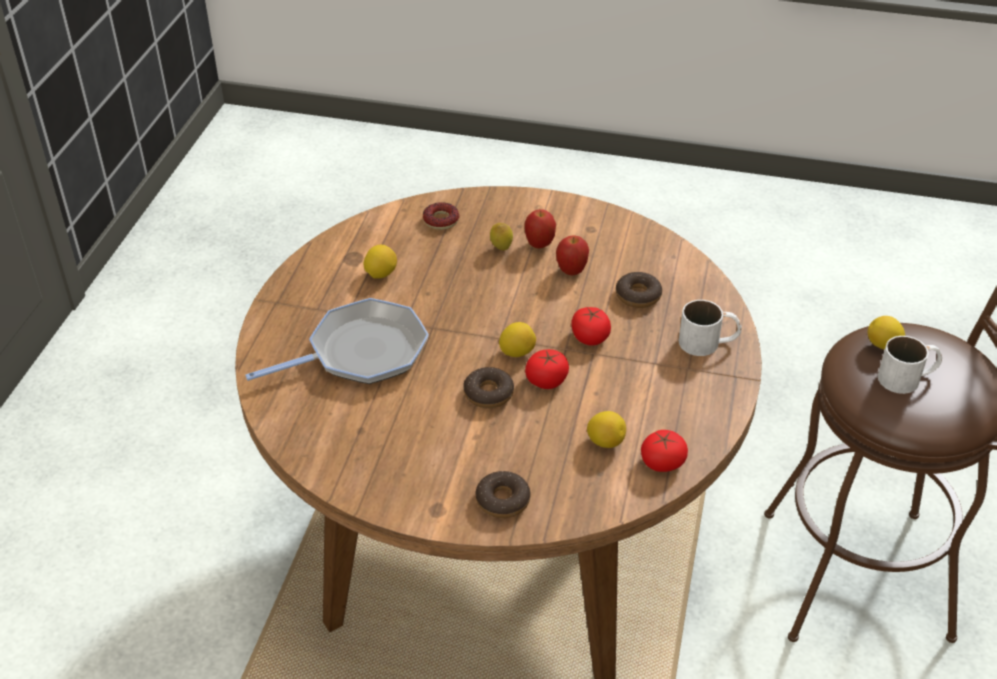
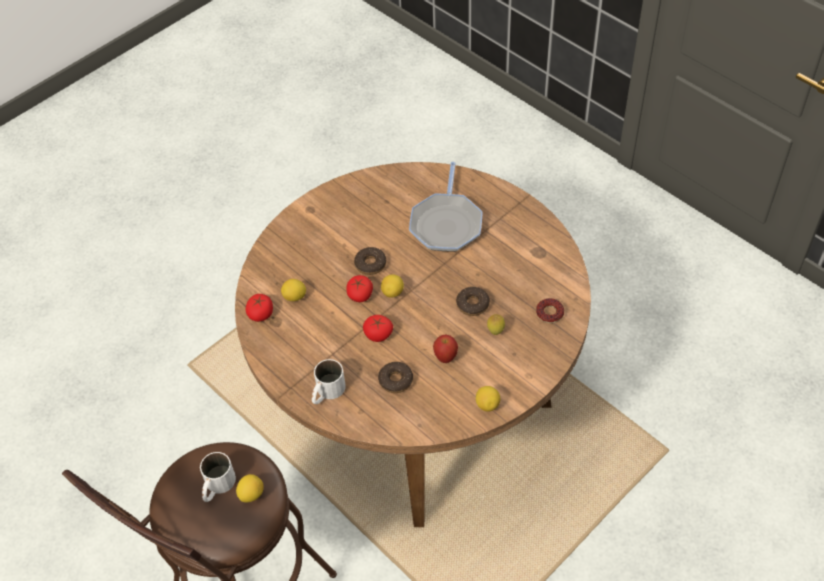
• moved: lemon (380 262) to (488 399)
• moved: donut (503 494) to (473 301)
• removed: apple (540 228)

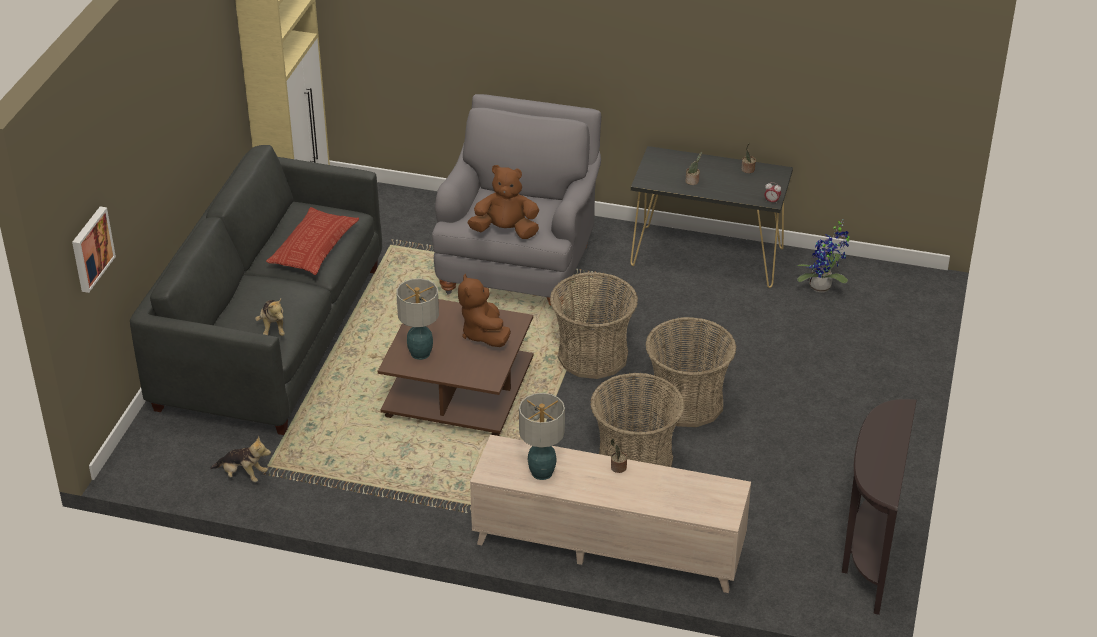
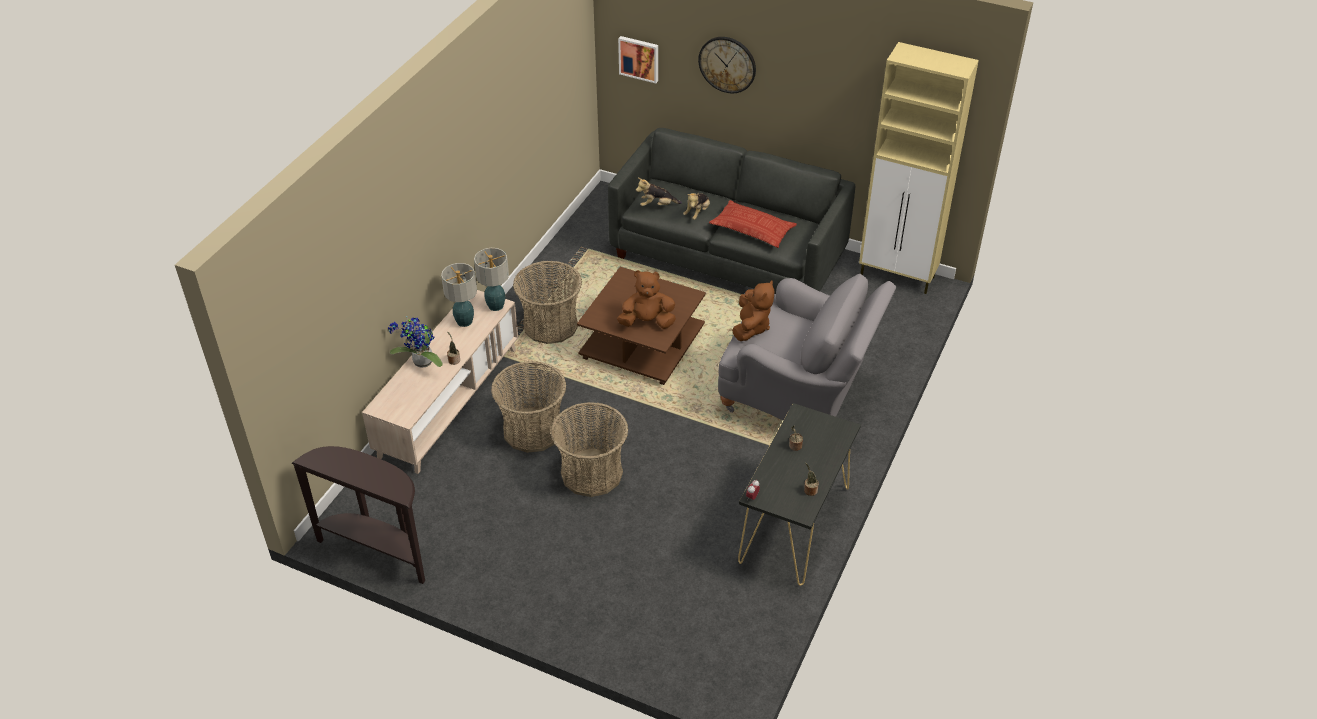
• moved: plush toy (240 459) to (696 206)
• moved: table lamp (417 319) to (491 279)
• moved: basket (594 325) to (547 302)
• moved: potted plant (823 256) to (415 342)
• added: wall clock (727 65)

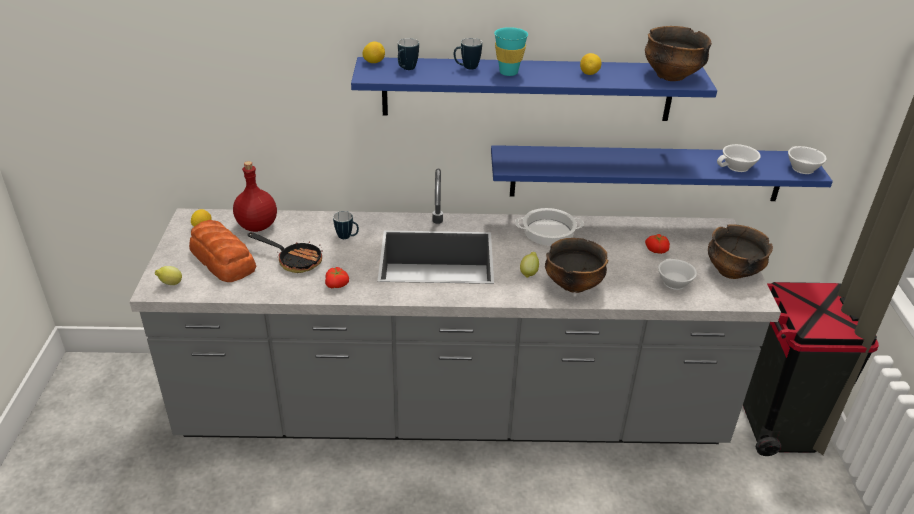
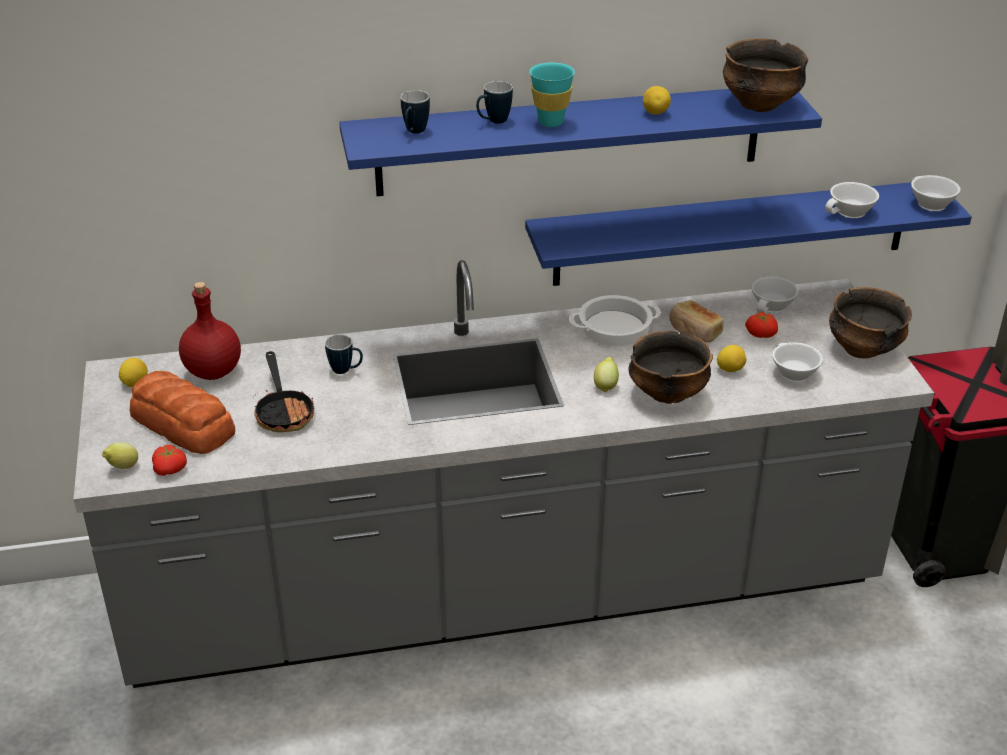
• turned: frying pan (285 252) = (284 391) 60 degrees clockwise
• moved: tomato (337 277) to (169 460)
• moved: lemon (373 52) to (731 358)
• added: bread (697 321)
• added: white cup (775 295)

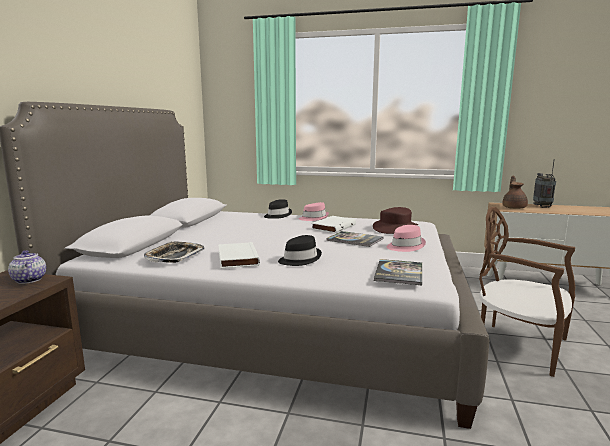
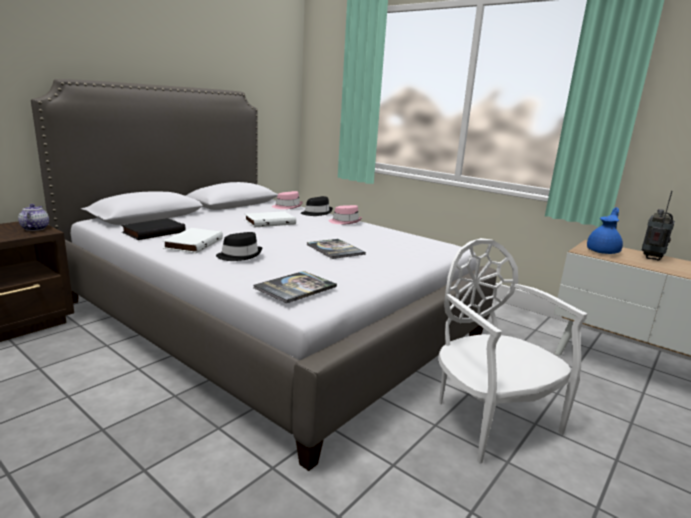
• replaced: tray (174 252) to black book (153 229)
• moved: white book (333 224) to (270 219)
• removed: brown hat (395 220)
• moved: pink hat (406 238) to (287 200)
• recoloured: brown chair (527 292) to white chair (512 351)
• recoloured: brown teapot (515 192) to blue teapot (605 230)

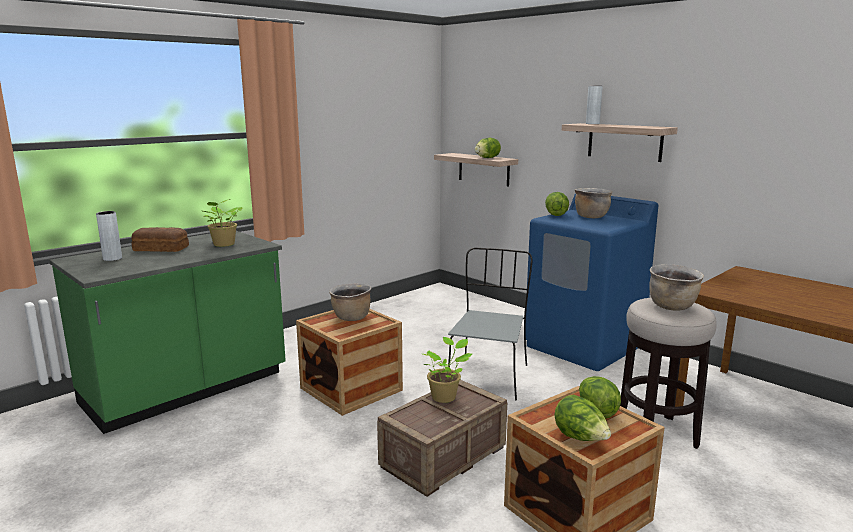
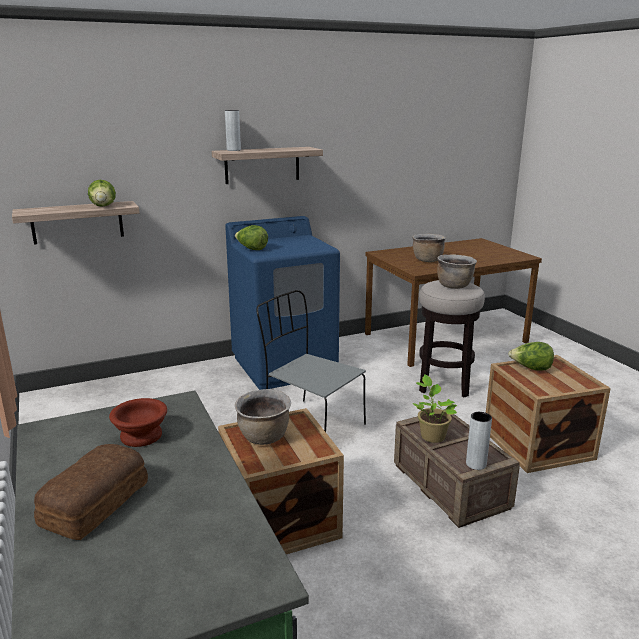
• moved: grey vase (109 236) to (479 441)
• replaced: potted plant (222 223) to brown bowl (138 422)
• removed: lettuce (582 417)
• moved: brown cooking pot (593 203) to (429 248)

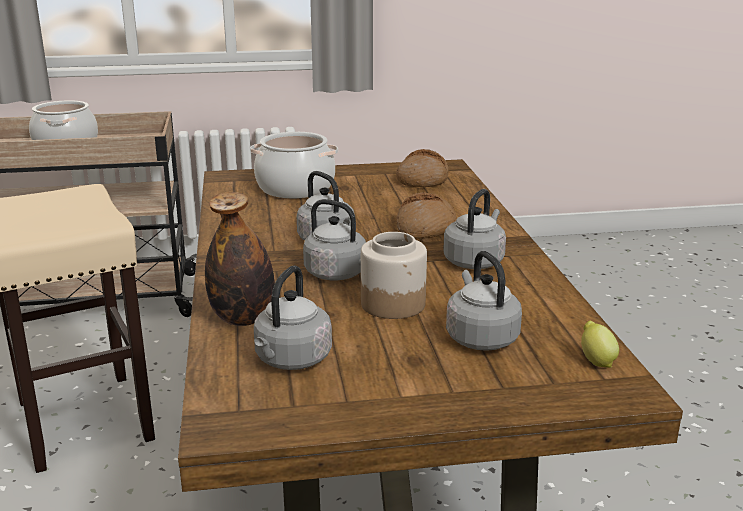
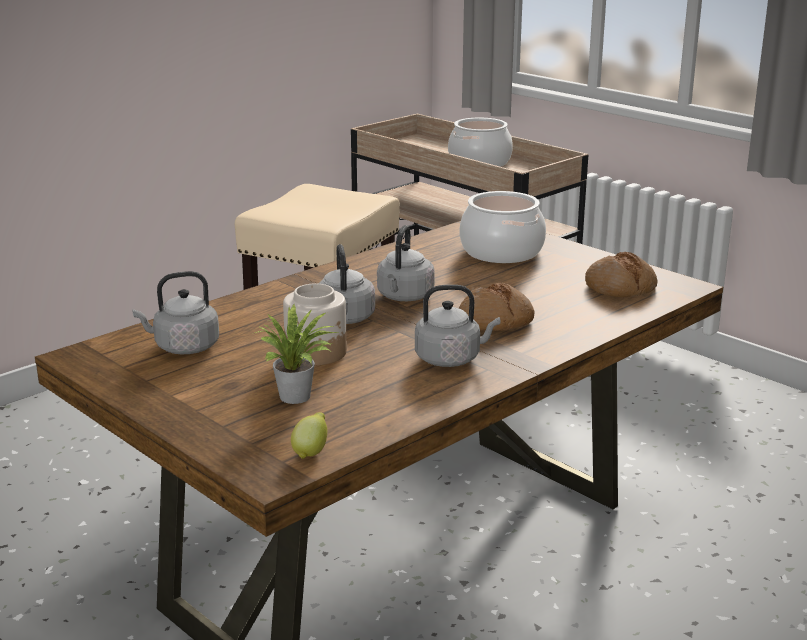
• removed: bottle (240 259)
• replaced: grey kettle (484 301) to potted plant (297 354)

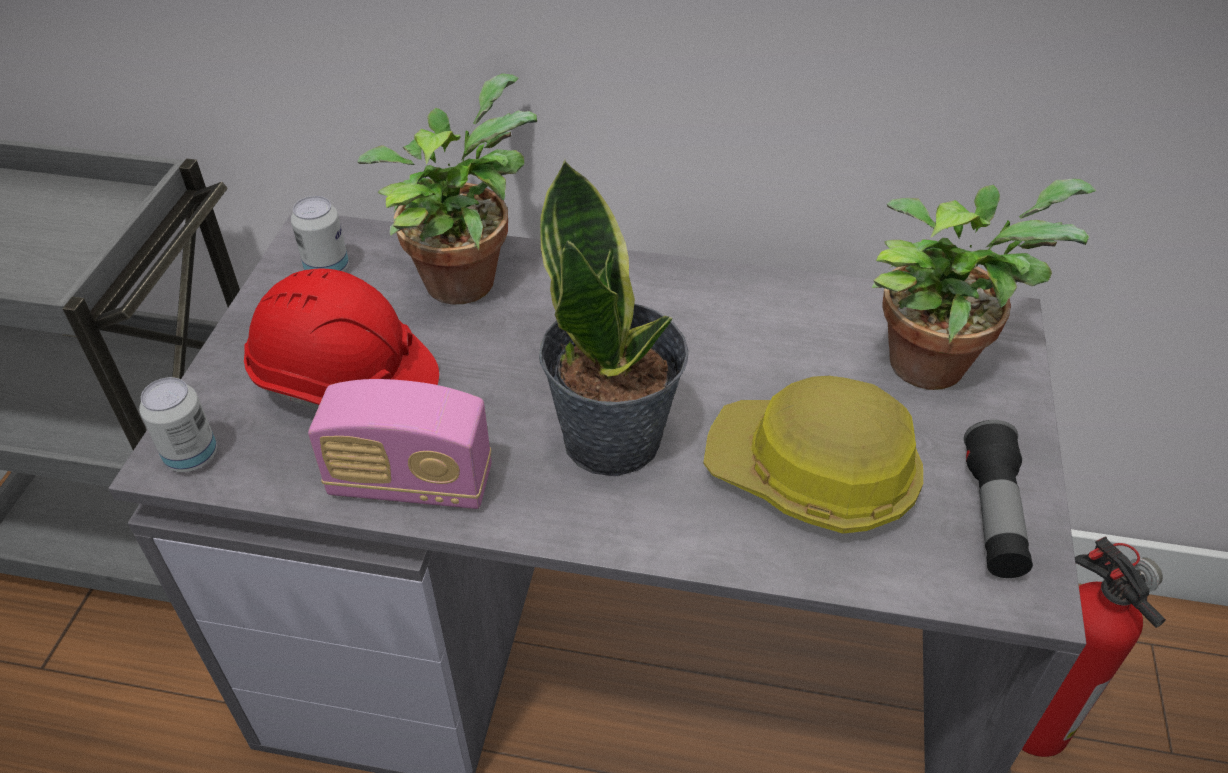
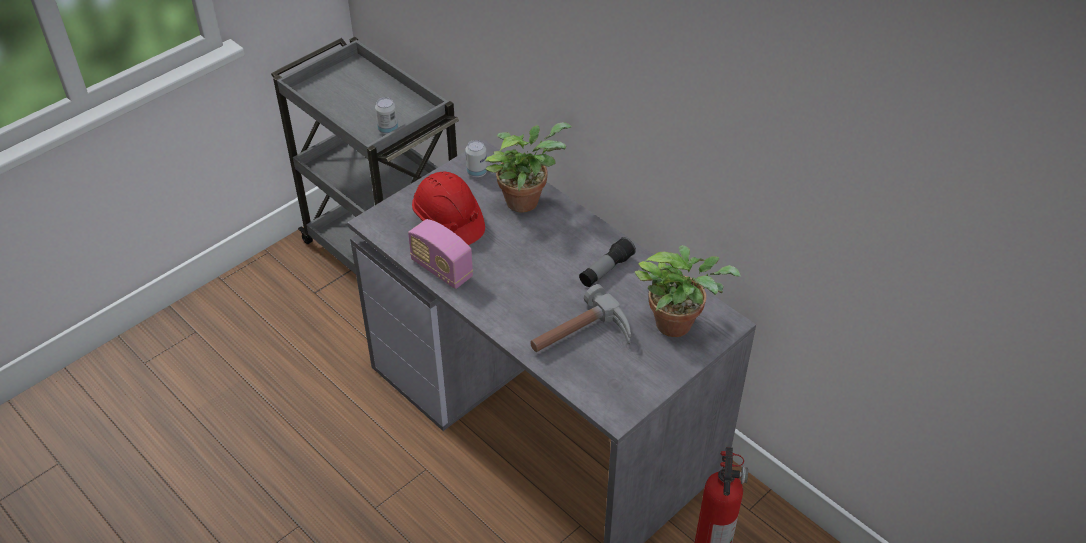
• moved: can (178 424) to (386 115)
• removed: potted plant (614 317)
• replaced: hard hat (813 454) to hammer (580 318)
• moved: flashlight (998 499) to (607 262)

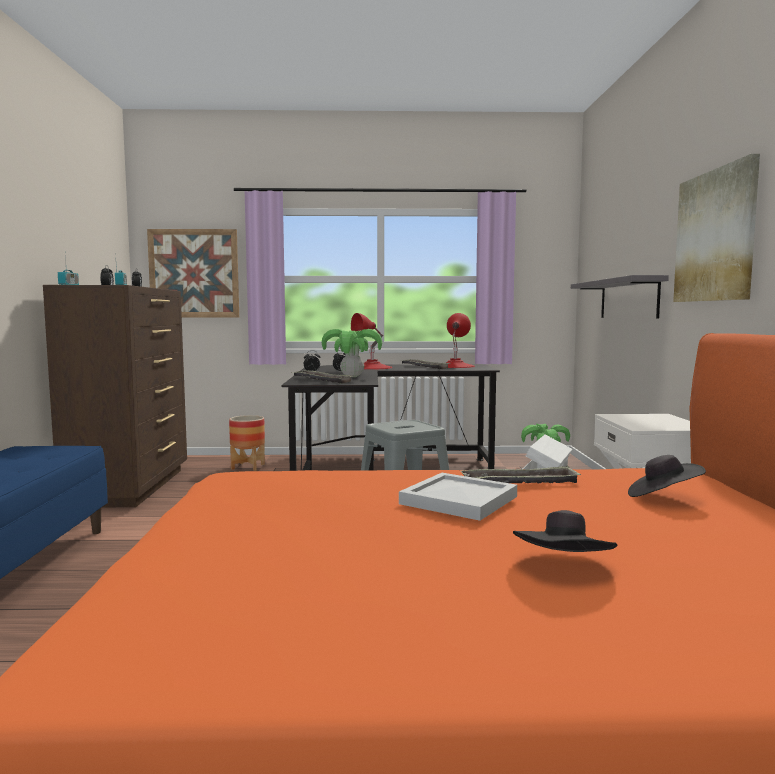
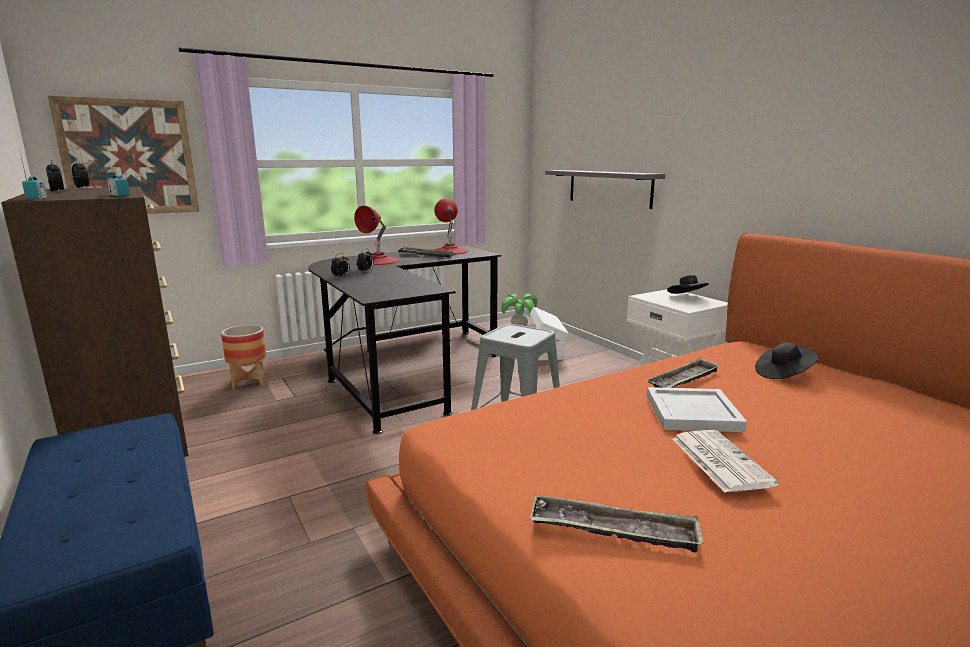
• moved: tray (322 377) to (617 524)
• removed: potted plant (352 353)
• moved: black hat (565 531) to (688 284)
• removed: picture (716 228)
• added: newspaper (725 461)

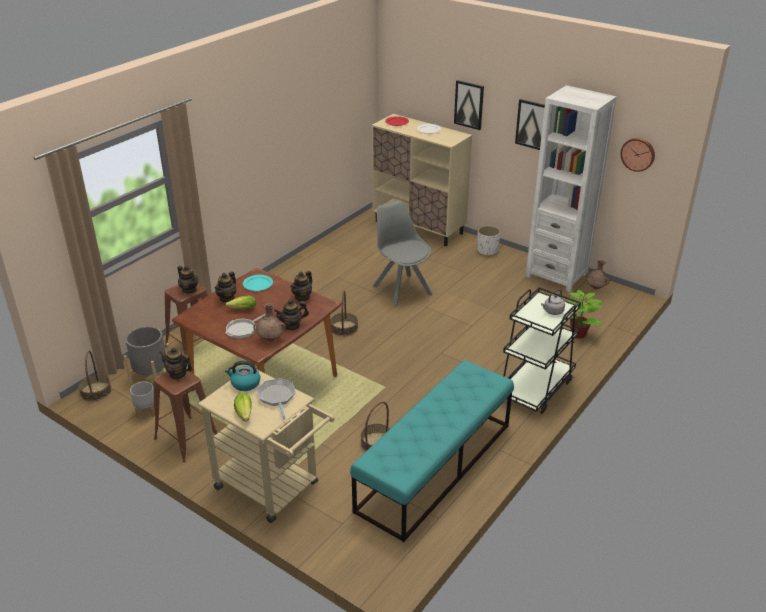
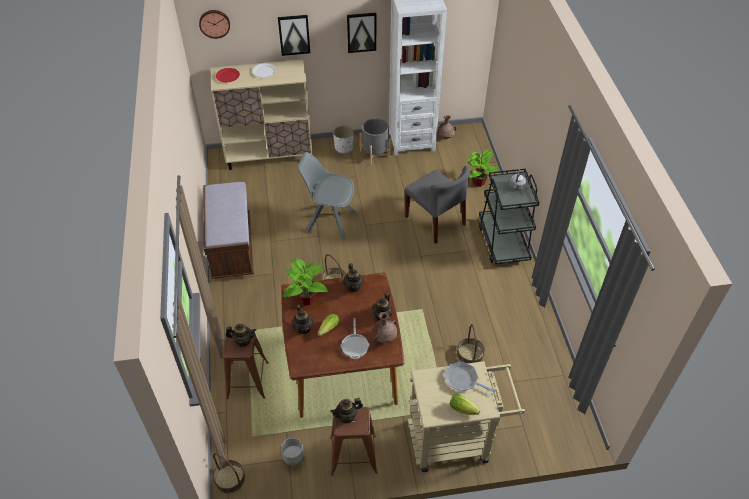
• moved: grey planter (147 354) to (375 142)
• removed: kettle (242 375)
• replaced: turquoise plate (258 283) to potted plant (305 281)
• removed: turquoise bench (432 451)
• moved: wall clock (637 155) to (214 24)
• added: brown bench (228 230)
• added: grey chair (437 205)

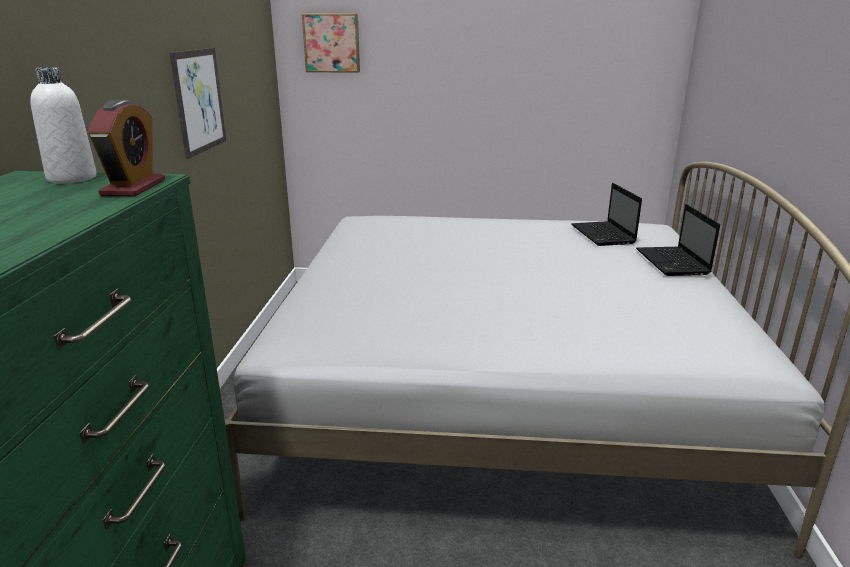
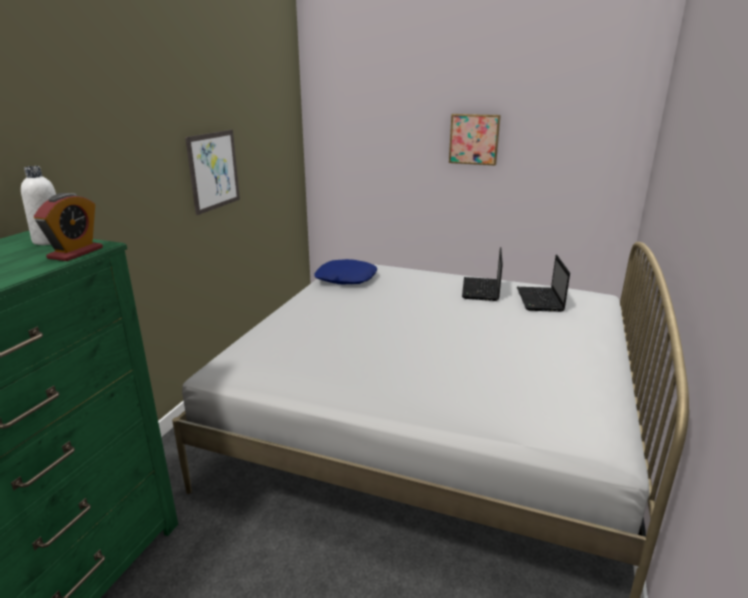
• moved: picture (331 43) to (475 140)
• moved: laptop (678 240) to (482 274)
• added: blue pillow (346 271)

